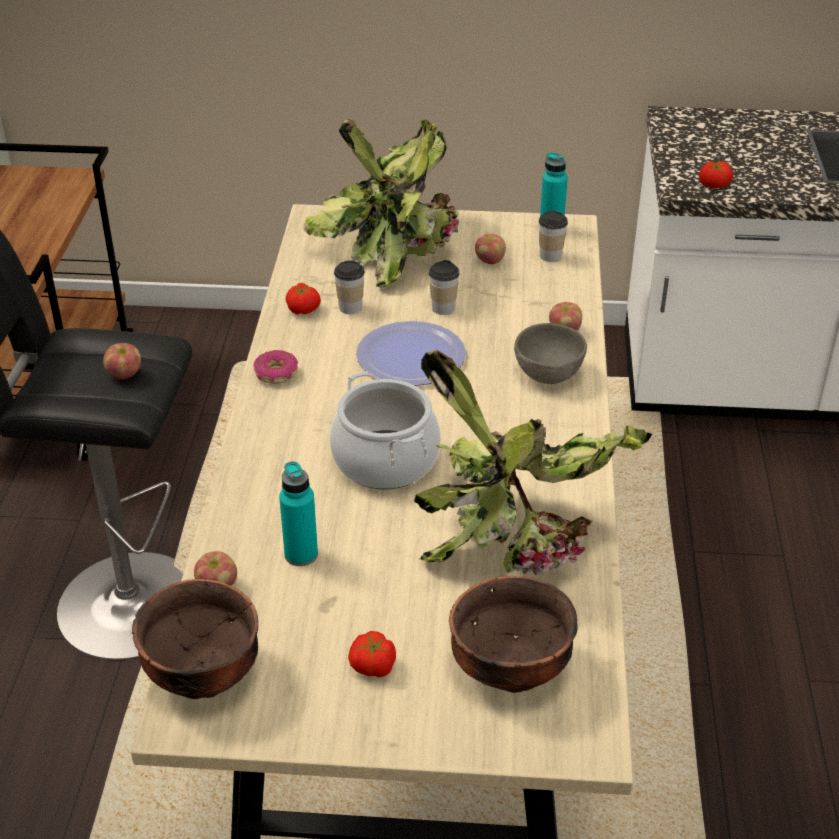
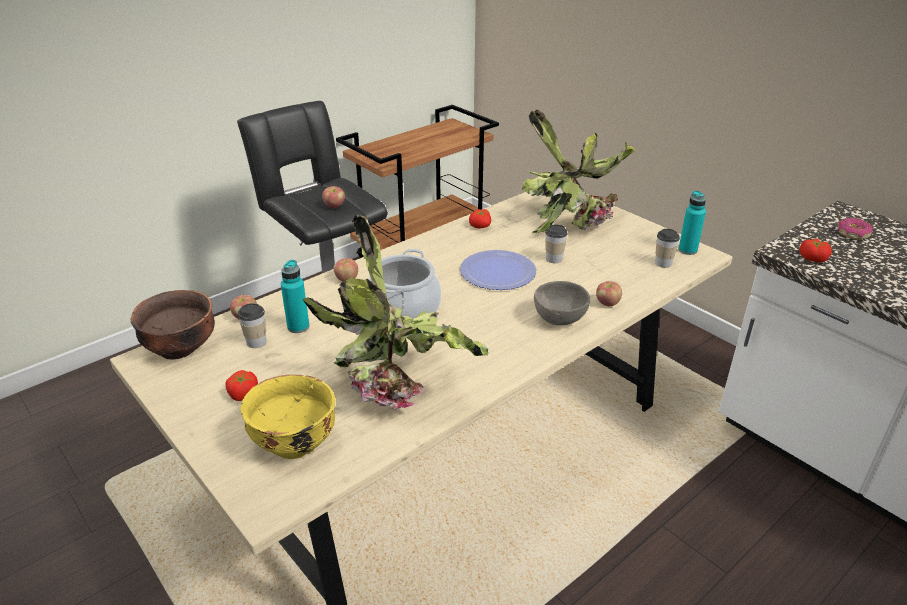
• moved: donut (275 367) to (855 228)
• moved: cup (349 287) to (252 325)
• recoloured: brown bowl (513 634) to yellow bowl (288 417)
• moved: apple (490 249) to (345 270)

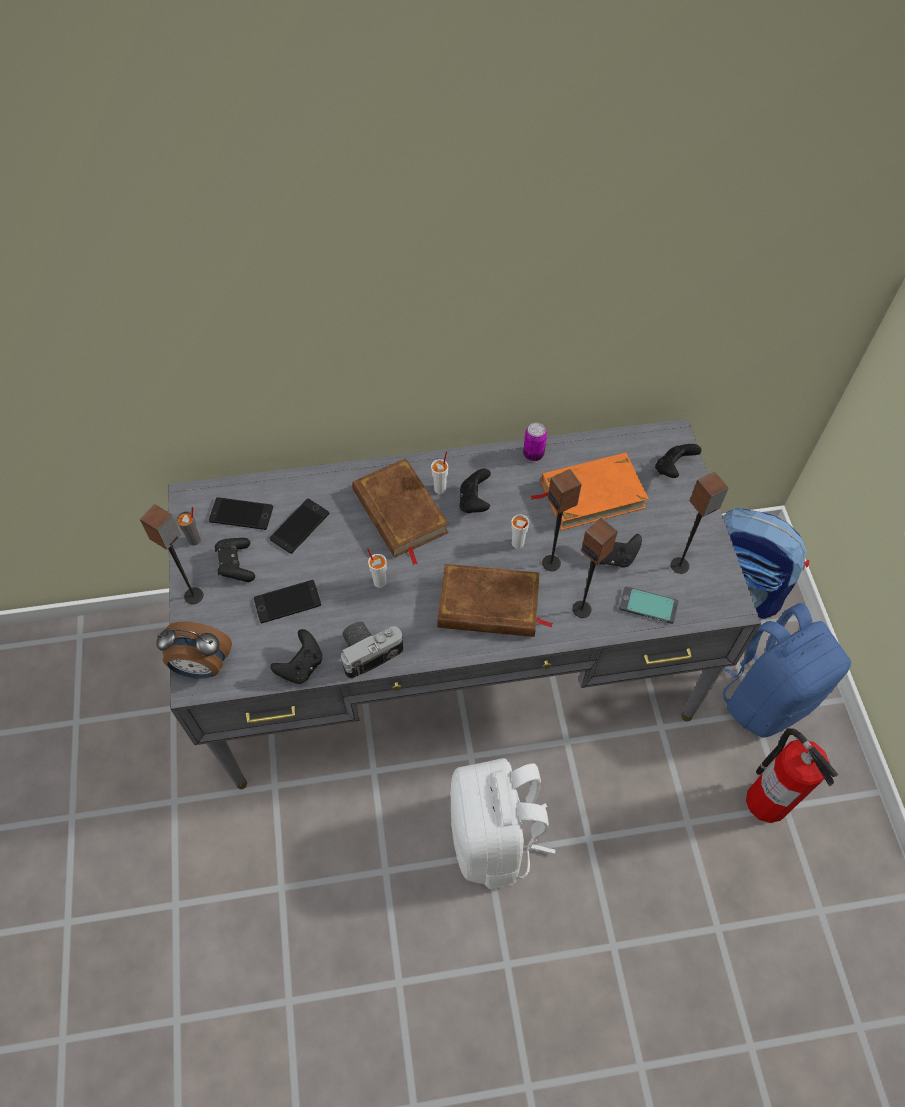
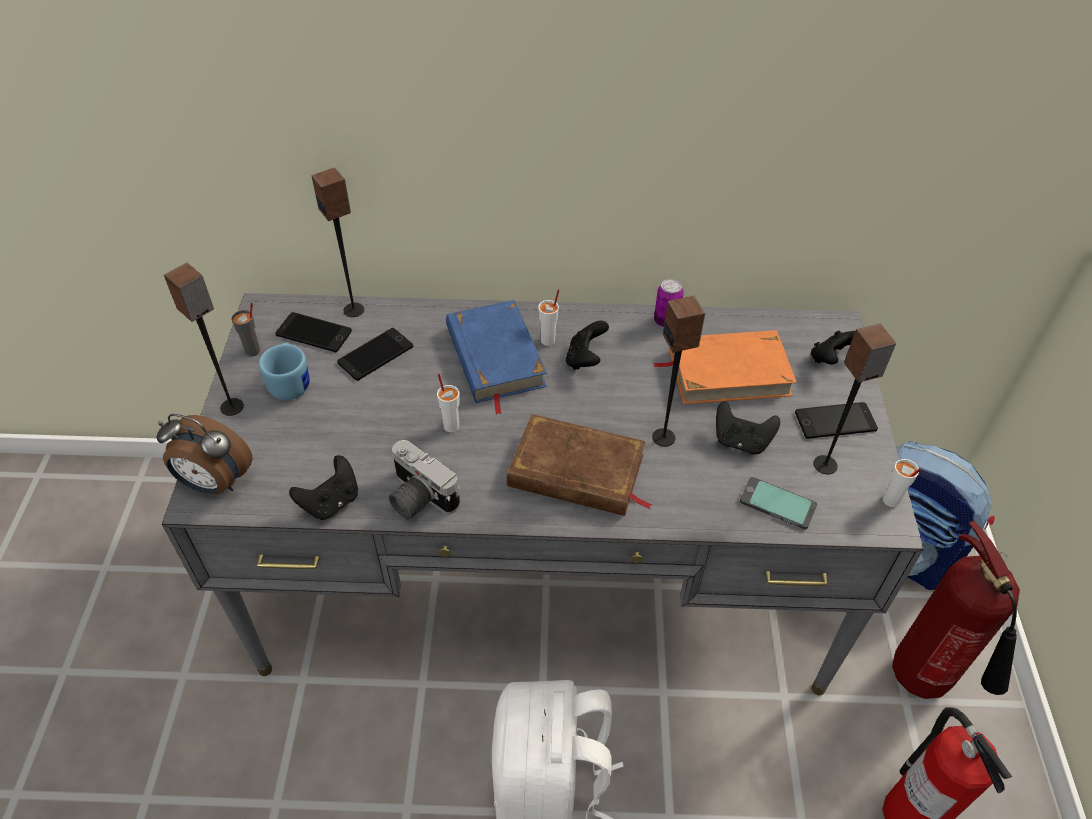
• replaced: black game controller (235 560) to blue mug (284 371)
• moved: phone (287 602) to (836 420)
• turned: photo camera (371 650) = (424 480) 120 degrees counterclockwise
• recoloured: brown book (400 512) to blue book (496 357)
• moved: white cup (520 531) to (902 483)
• moved: speaker (595 568) to (338 242)
• replaced: blue backpack (787 670) to fire extinguisher (956 610)

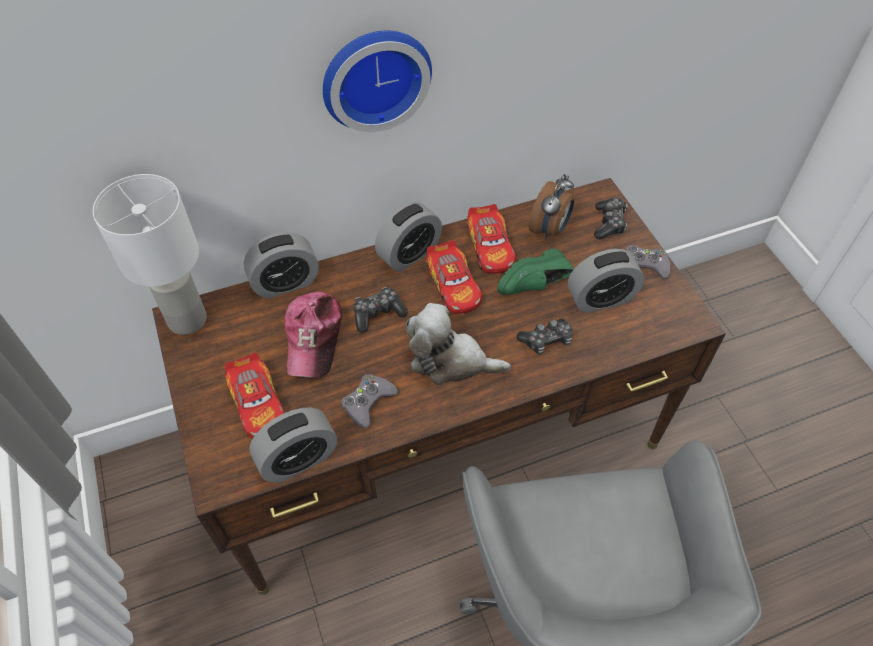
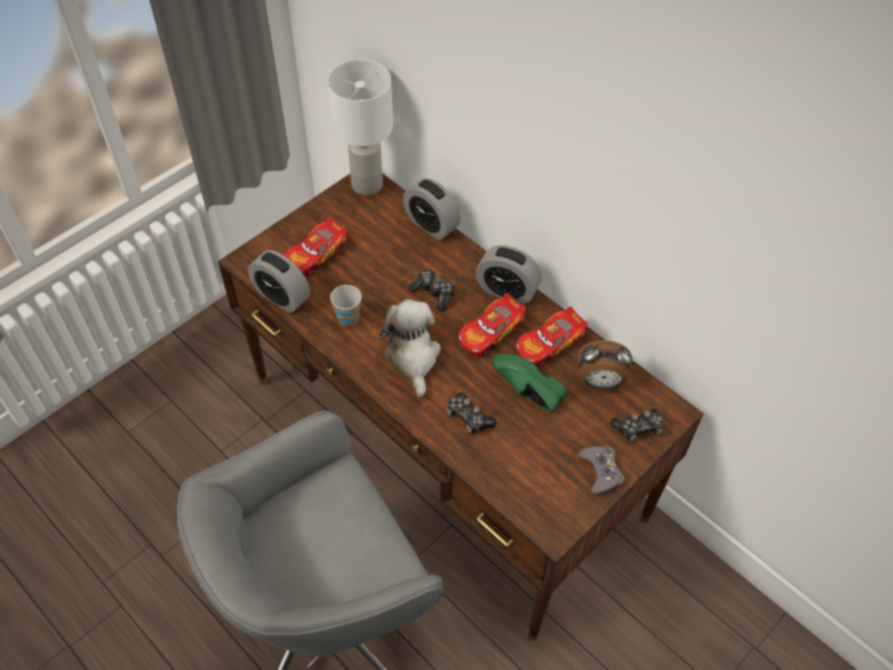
• removed: cap (313 334)
• removed: wall clock (377 81)
• replaced: grey game controller (370 401) to cup (346 306)
• removed: alarm clock (606 281)

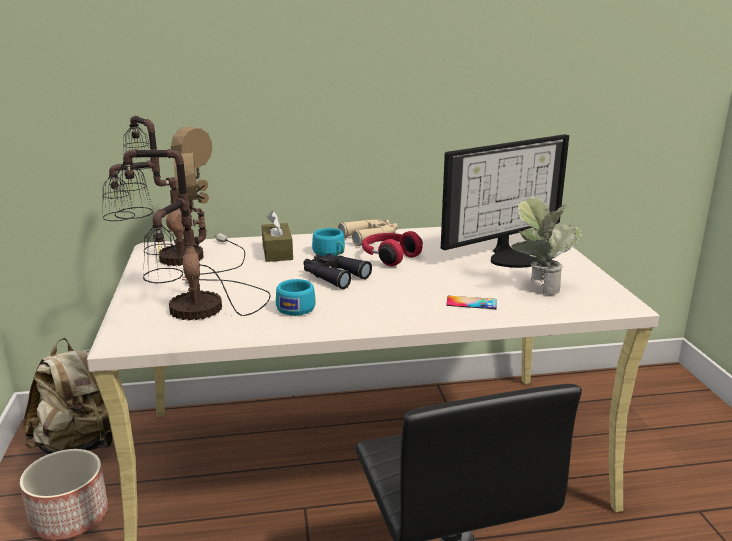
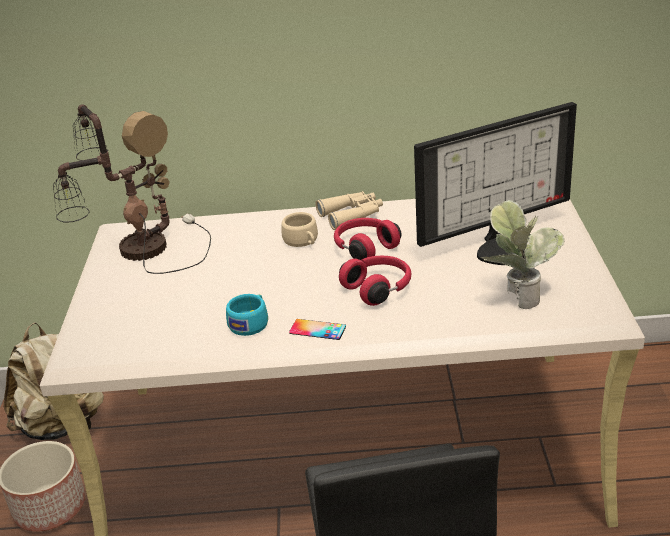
• removed: table lamp (192 234)
• removed: brown tissue box (277 236)
• removed: black binoculars (337 271)
• recoloured: turquoise cup (328 242) to beige cup (299 229)
• moved: phone (471 302) to (317 329)
• added: red headphones (375 281)

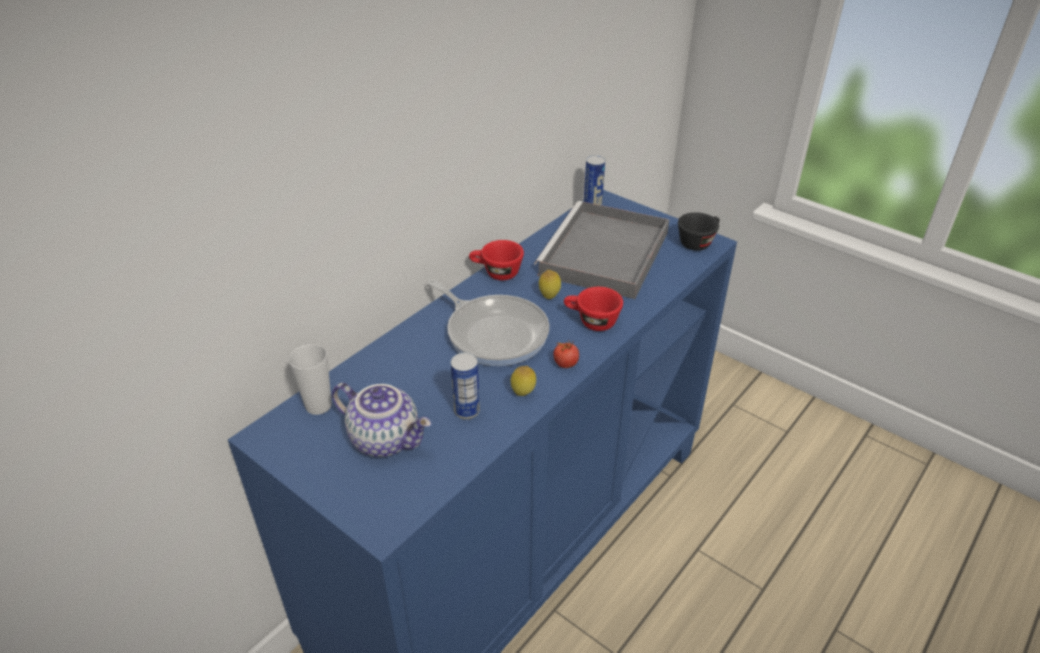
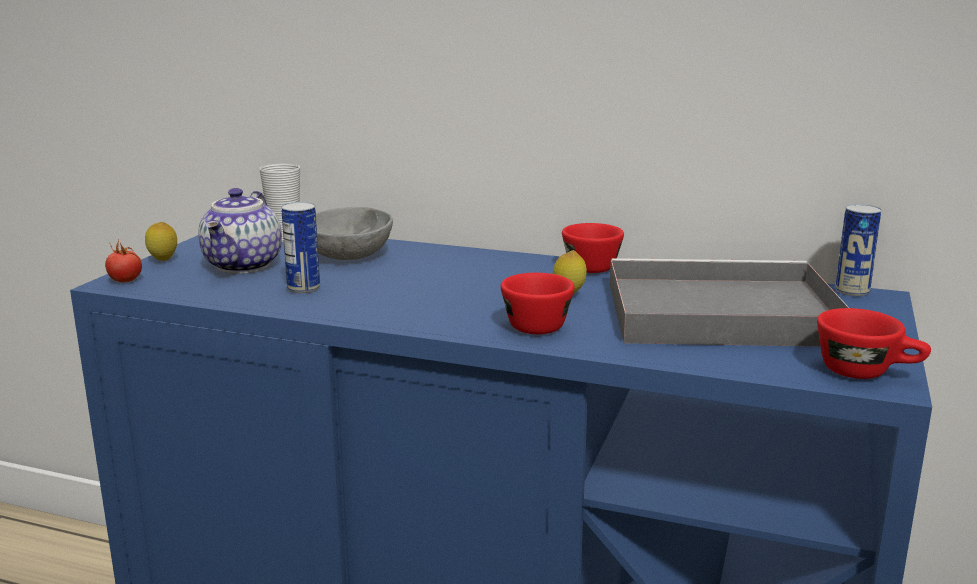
• removed: frying pan (488 323)
• moved: lemon (523 381) to (161 241)
• moved: tomato (566 354) to (123 261)
• recoloured: black cup (699 231) to red cup (874 343)
• added: grey bowl (354 233)

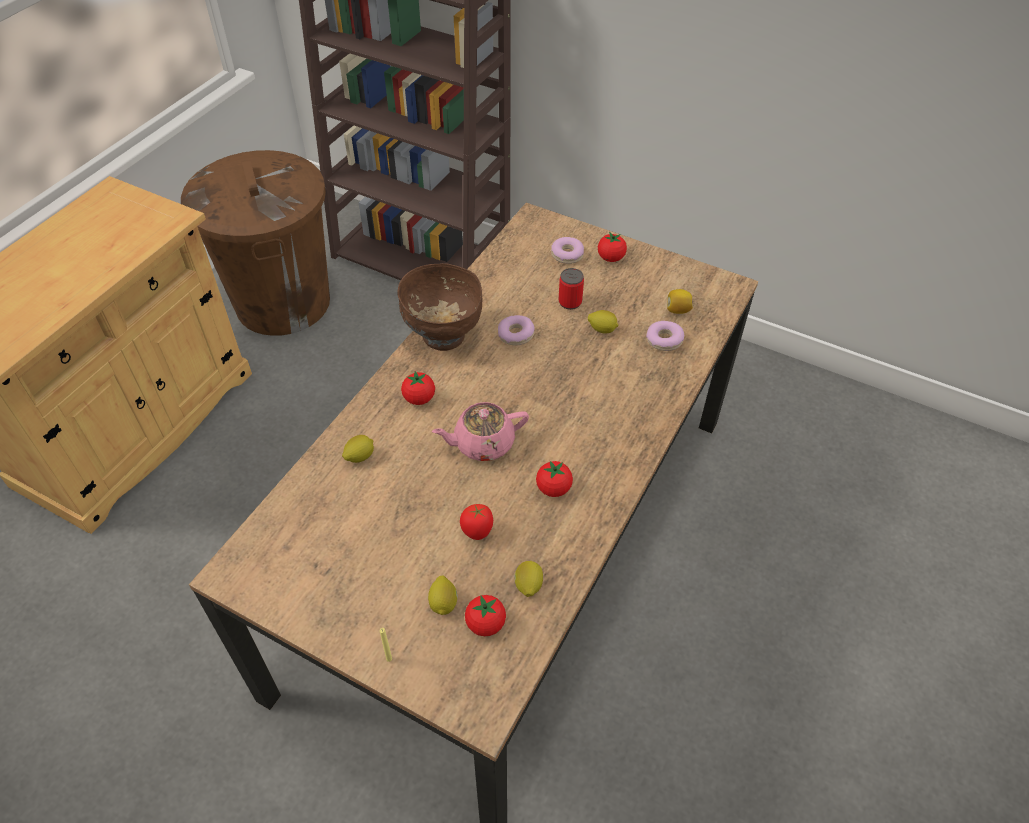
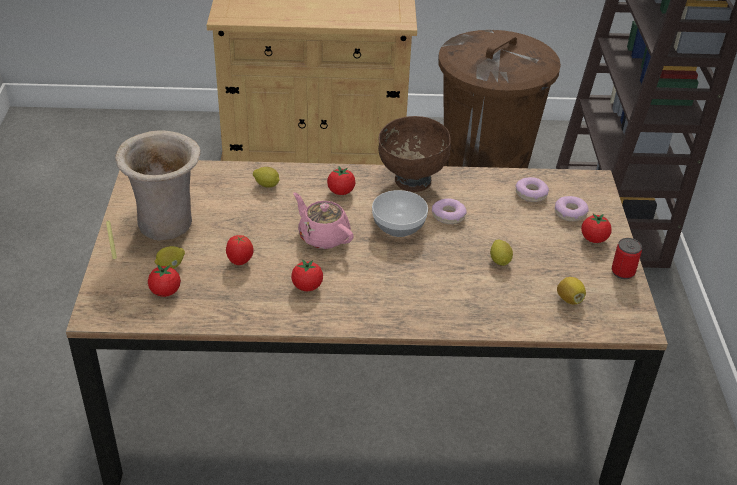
• removed: lemon (528 579)
• moved: can (571 289) to (627 258)
• moved: donut (665 336) to (532 189)
• added: beige vase (157 185)
• added: bowl (400 213)

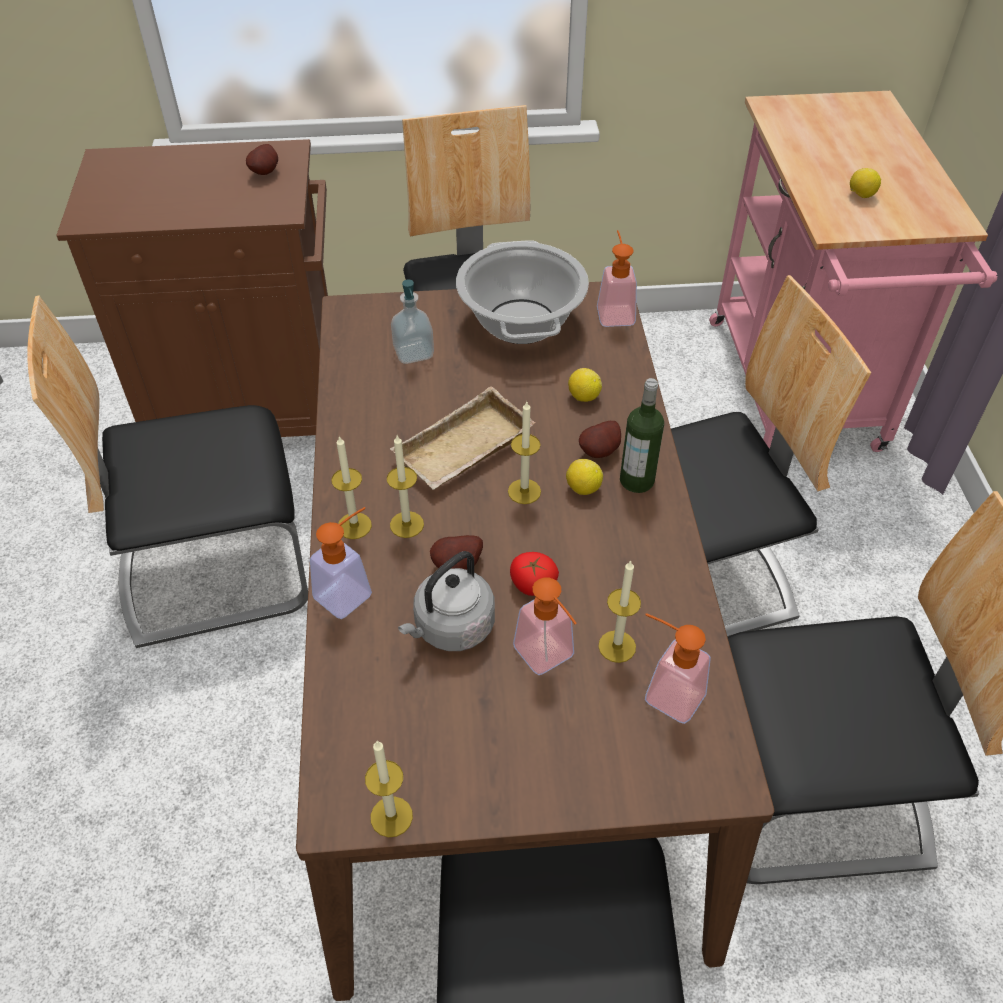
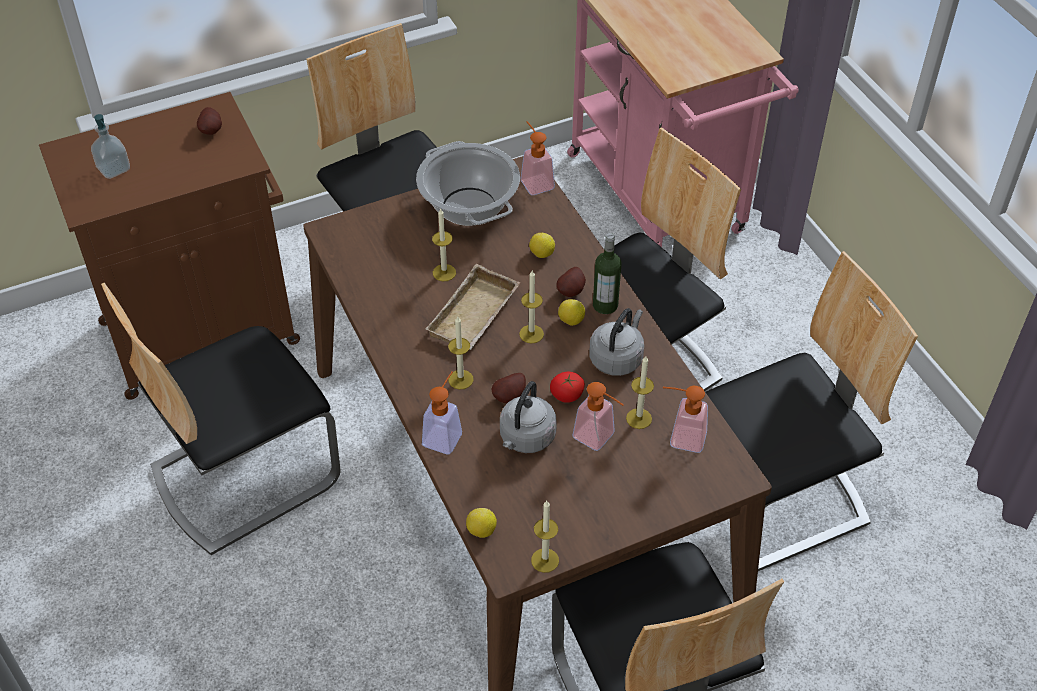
• moved: candle (351 487) to (444 245)
• moved: soap dispenser (412 321) to (110 146)
• moved: lemon (865 183) to (481 523)
• added: grey kettle (616 342)

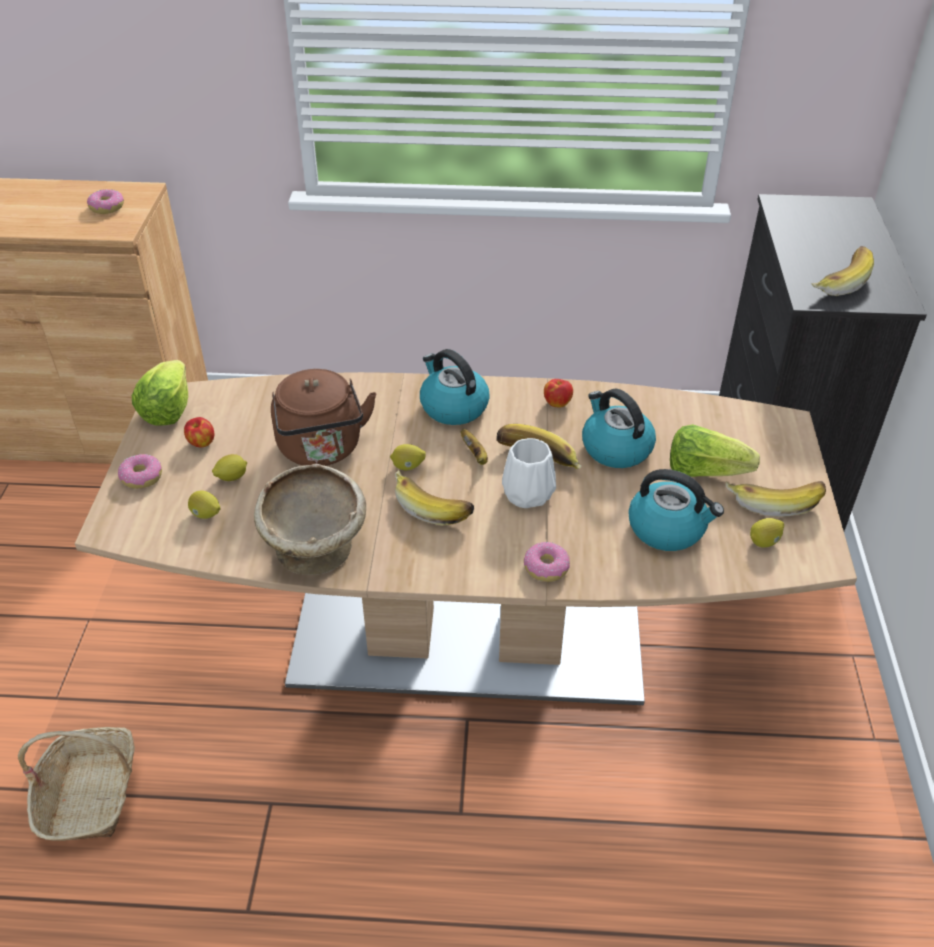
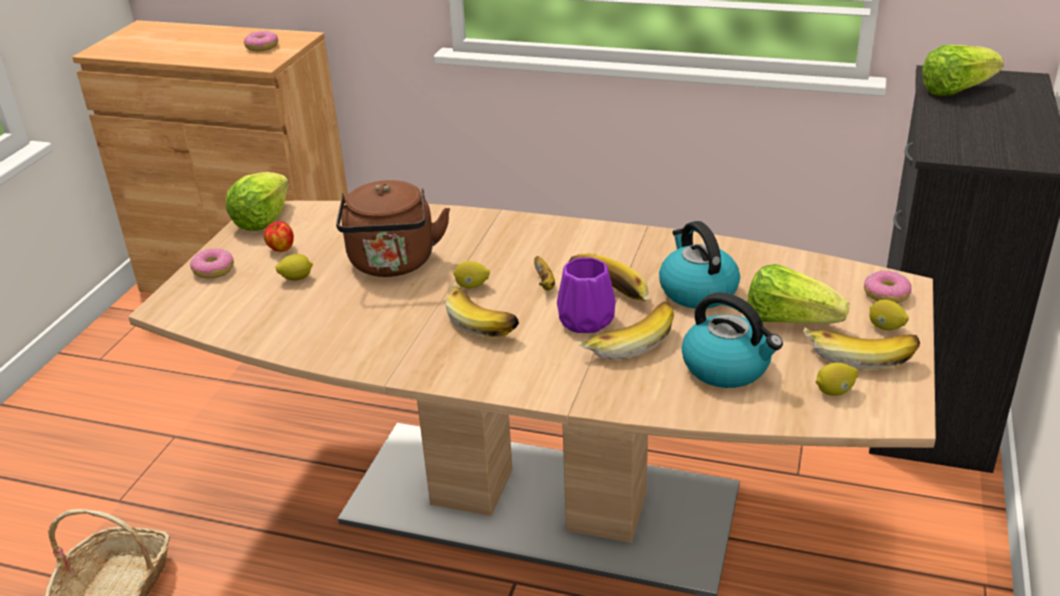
• moved: lemon (204 504) to (889 315)
• removed: beige bowl (310 519)
• removed: kettle (455 387)
• recoloured: white vase (529 473) to purple vase (586 295)
• moved: donut (547 562) to (888 286)
• removed: apple (558 393)
• moved: banana (842 271) to (625 331)
• added: lettuce (963 70)

